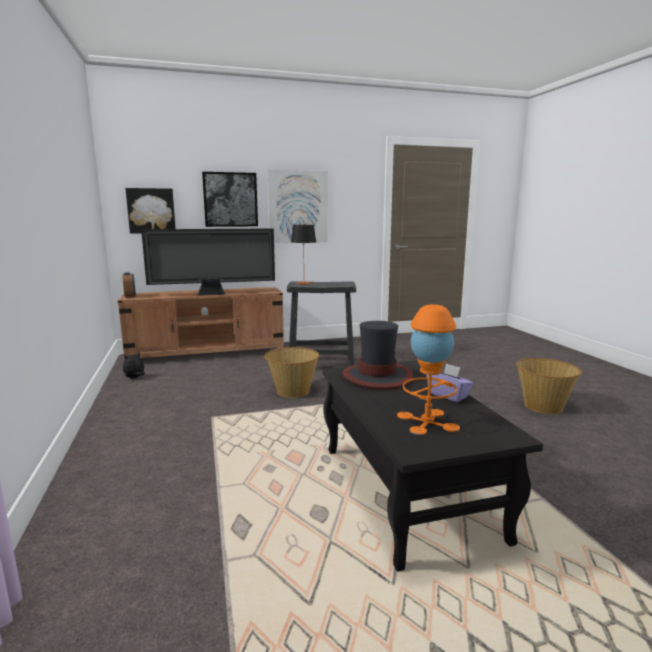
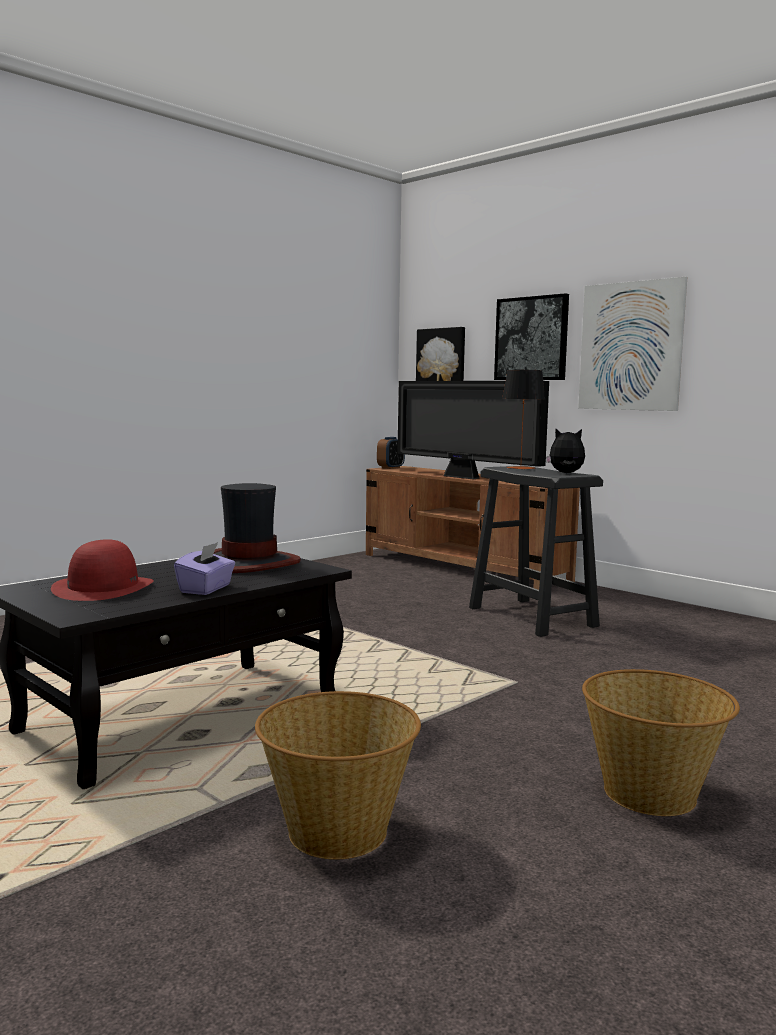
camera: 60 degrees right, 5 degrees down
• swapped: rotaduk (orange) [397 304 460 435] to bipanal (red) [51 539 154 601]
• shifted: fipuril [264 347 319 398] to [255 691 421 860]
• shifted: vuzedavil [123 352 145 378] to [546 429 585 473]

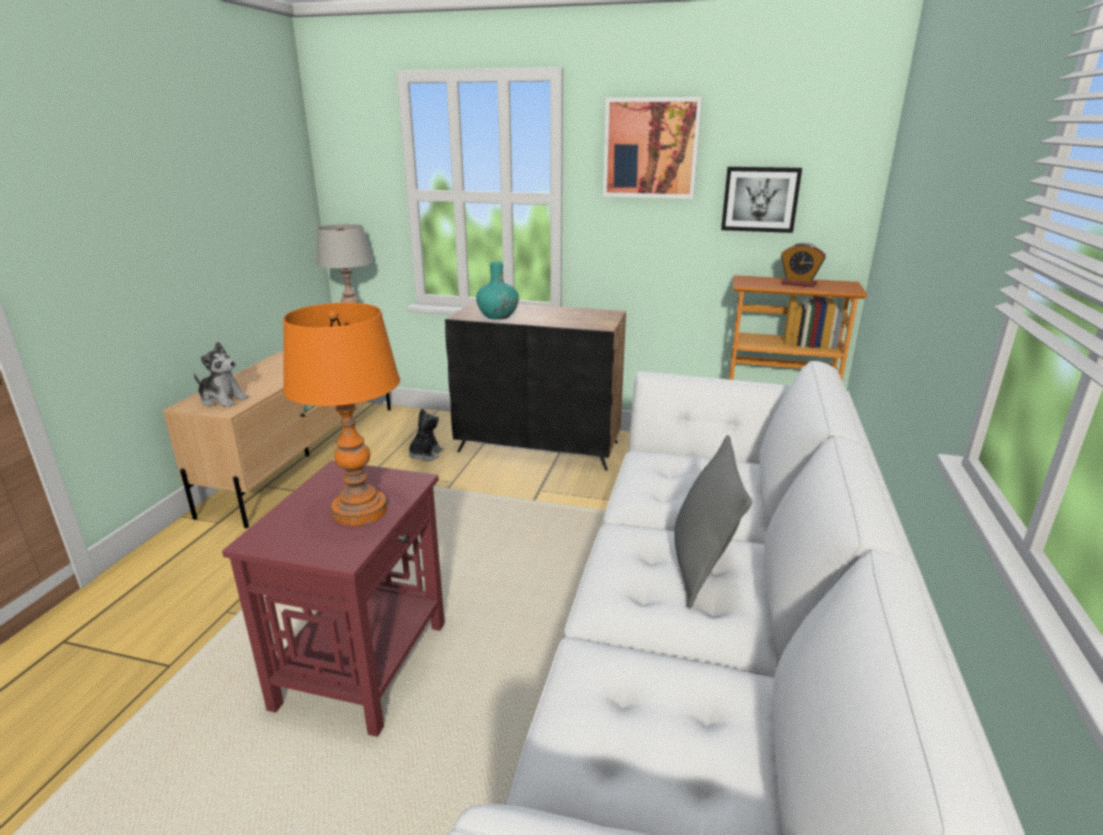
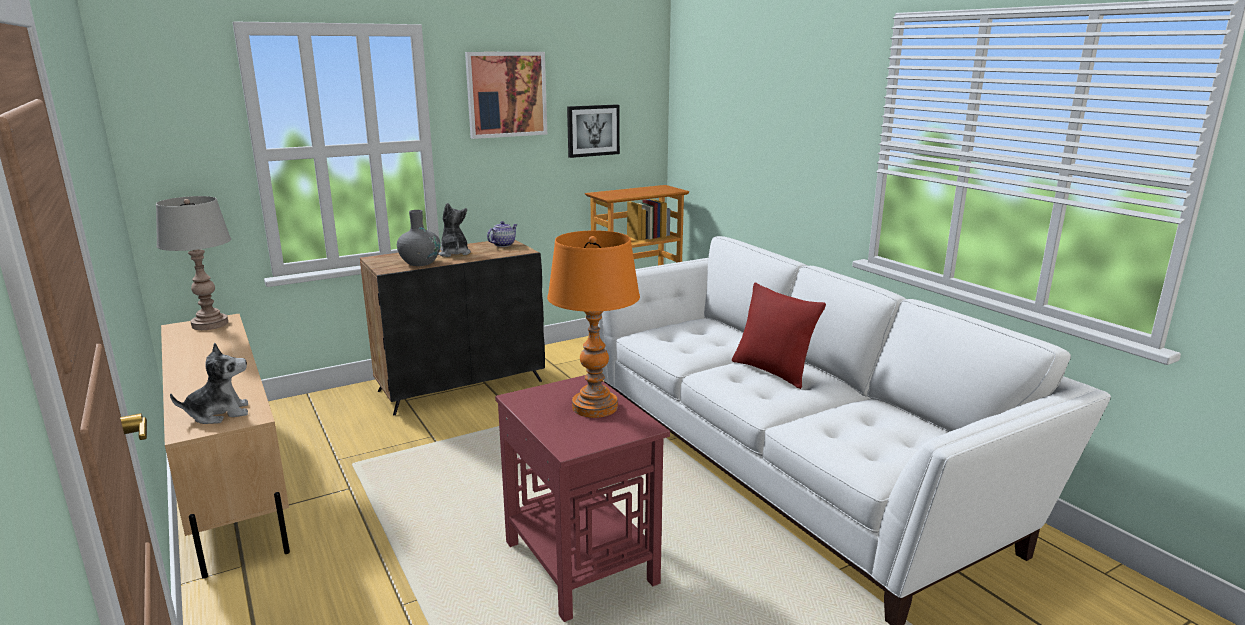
camera: 45 degrees left, 5 degrees down
• repainted: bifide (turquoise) [476 262 519 320] to bifide (grey) [397 210 441 266]
• shifted: vuzedavil [409 408 444 461] to [439 203 471 257]
• new: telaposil [487 221 518 247]
• repainted: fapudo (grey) [674 435 752 609] to fapudo (red) [732 283 826 389]
• gone: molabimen [781 243 826 287]

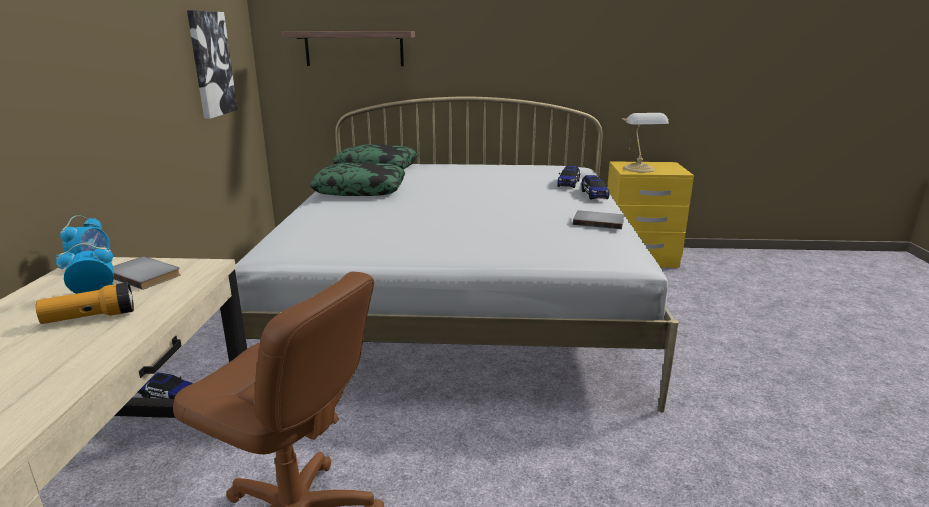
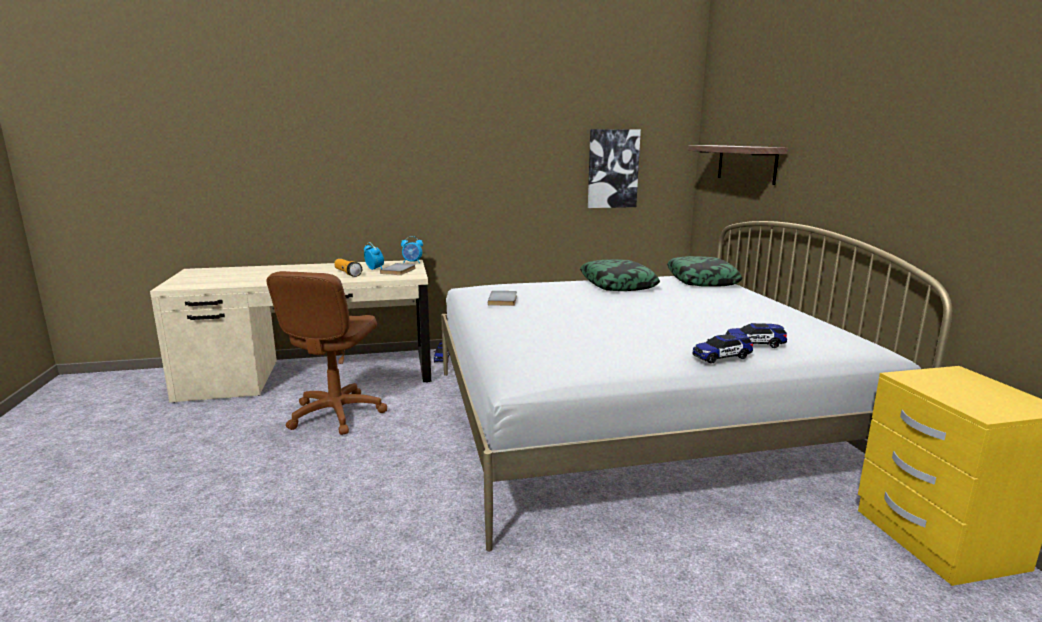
camera: 75 degrees right, 5 degrees down
• shifted: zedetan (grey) [573 211 624 229] to [488 291 517 306]
• gone: rotaduk [622 113 669 173]

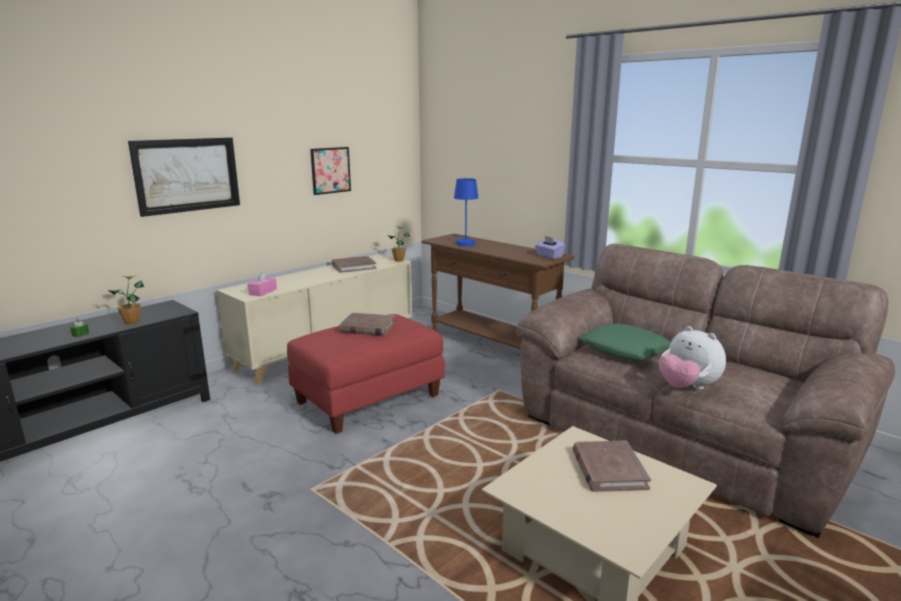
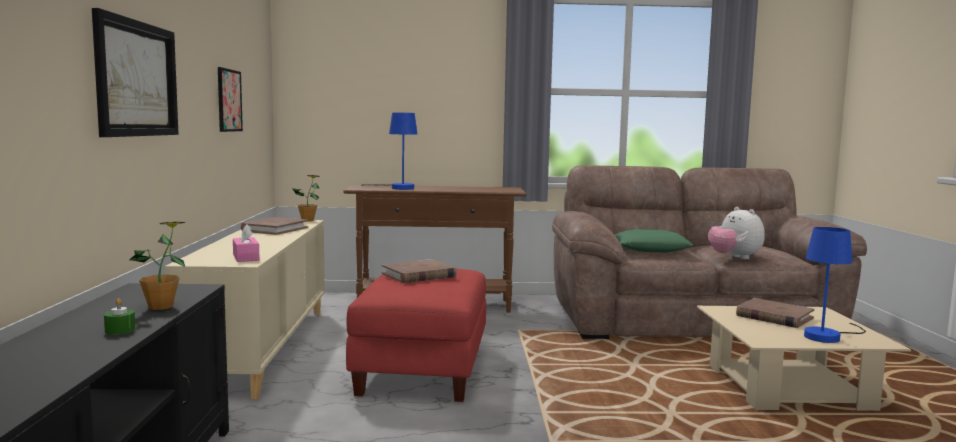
camera: 45 degrees left, 10 degrees down
• rotated: vuzedavil [659 326 726 390] = [708 207 765 259] 60 degrees clockwise
• new: rotaduk (blue) [804 227 866 343]
• gone: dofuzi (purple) [535 236 565 259]

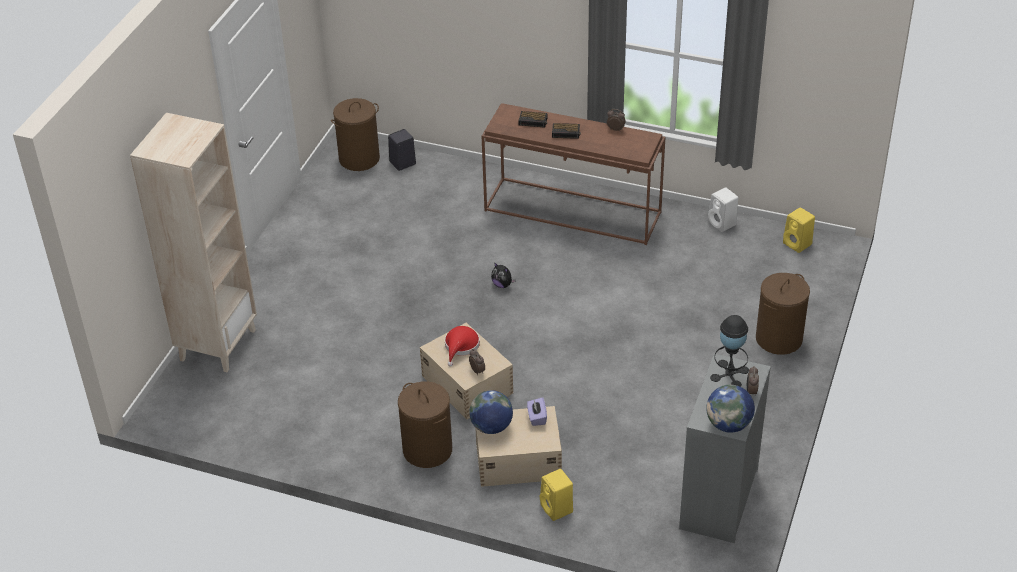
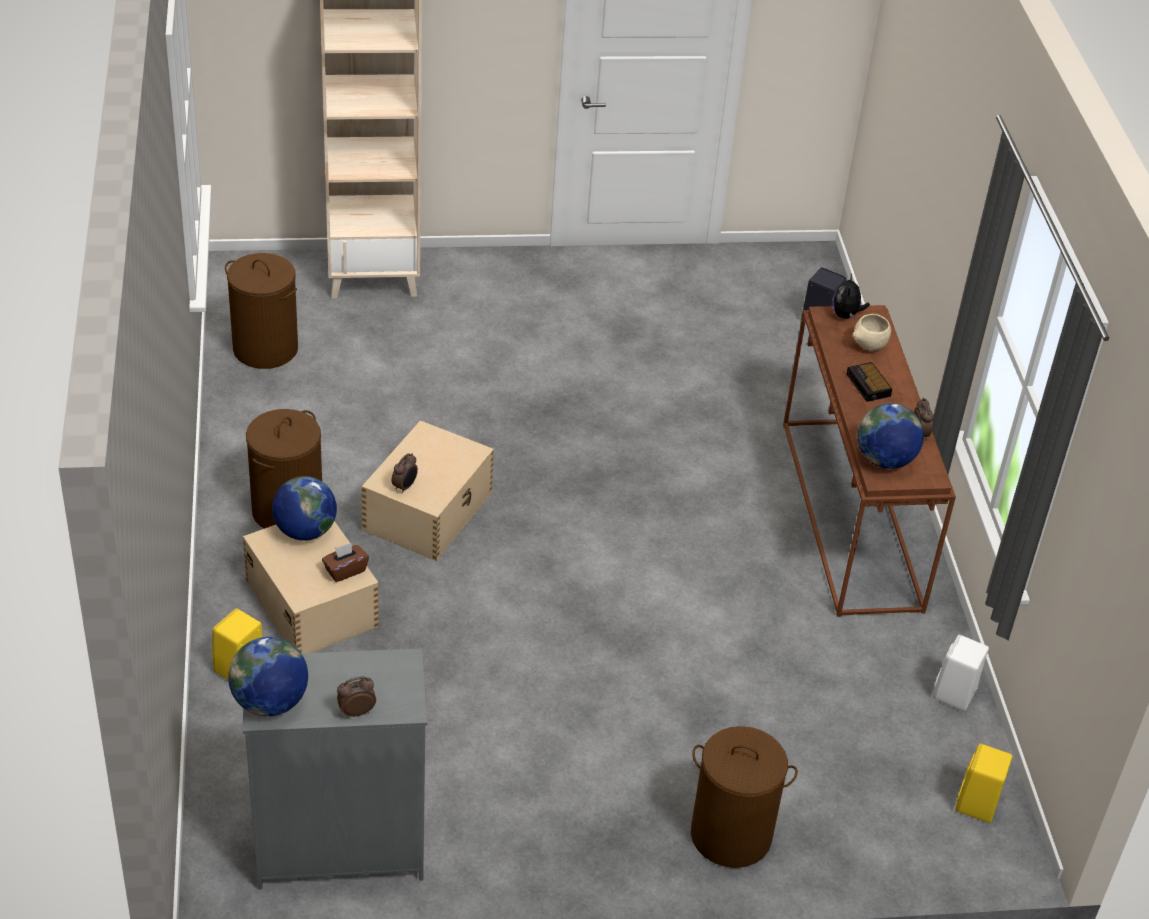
camera: 60 degrees right, 0 degrees up
• shifted: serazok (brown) [331 98 380 171] to [225 253 298 369]
• repainted: dofuzi (purple) [527 397 547 426] to dofuzi (brown) [322 543 369 582]
• shifted: vuzedavil [491 262 516 288] to [832 274 870 320]
• swapped: molabimen [519 111 547 128] to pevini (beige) [853 314 891 351]
• new: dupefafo [858 403 924 469]
• gone: bipanal (red) [445 326 480 367]
• gone: rotaduk (black) [710 315 749 387]

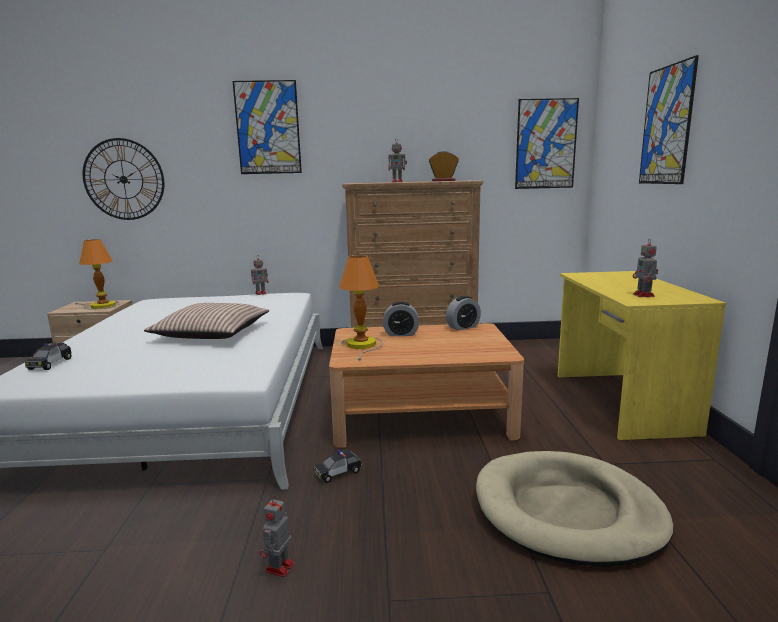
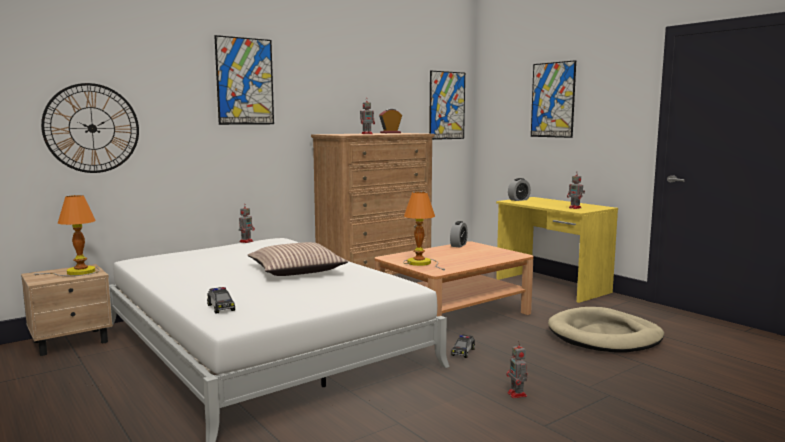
camera: 35 degrees left, 5 degrees down
• shifted: molabimen [383 302 419 336] to [508 178 531 201]

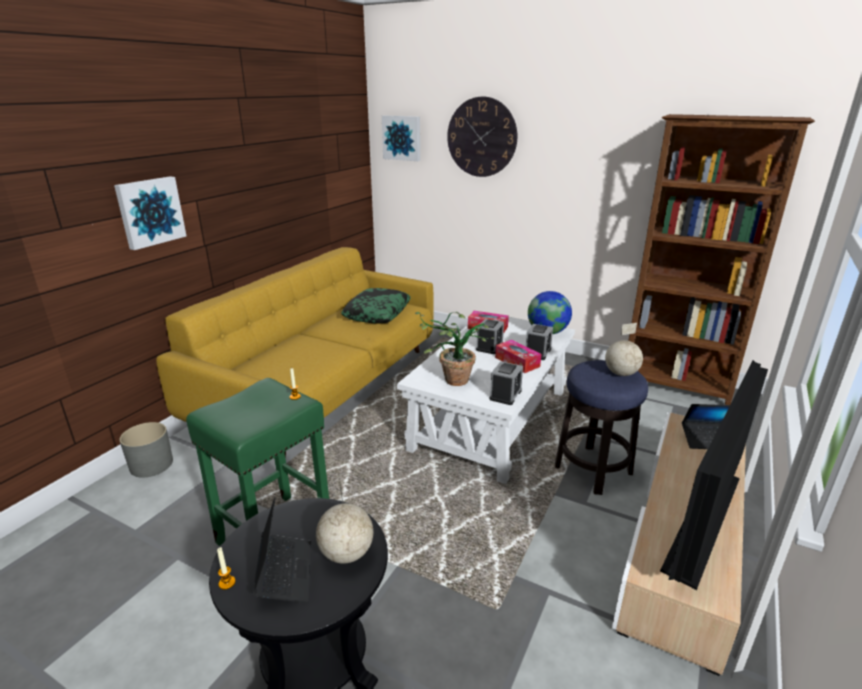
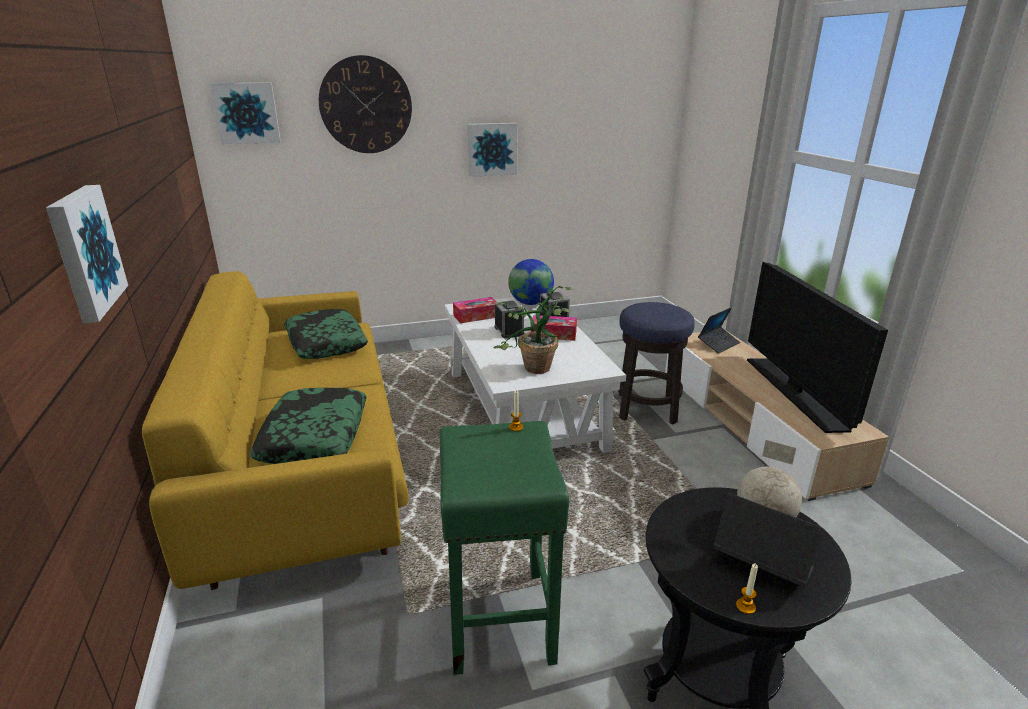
camera: 45 degrees left, 0 degrees up
• new: fapudo [250 388 367 464]
• new: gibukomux [468 123 517 177]
• gone: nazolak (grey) [119 422 173 478]
• gone: molabimen [490 361 523 405]
• gone: dupefafo [605 323 643 376]
• gone: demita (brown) [628 114 815 405]

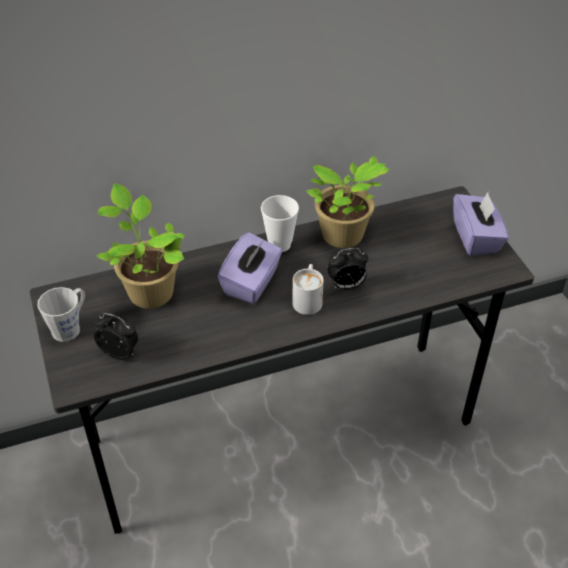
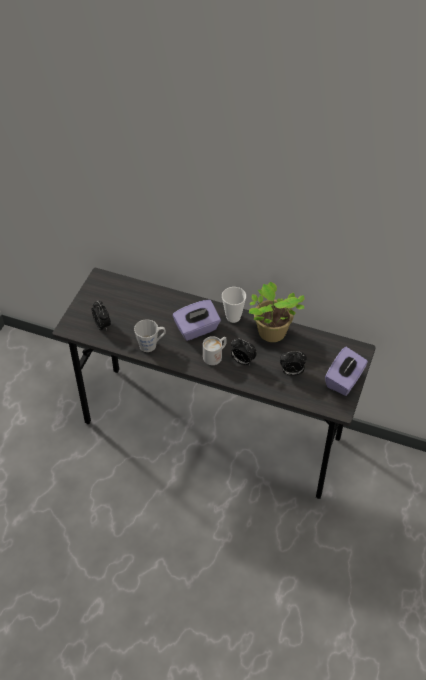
camera: 40 degrees right, 5 degrees up
• shifted: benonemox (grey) [37 287 85 342] to [134 319 166 352]
• new: molabimen [280 351 307 376]
• gone: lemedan [97 183 185 309]

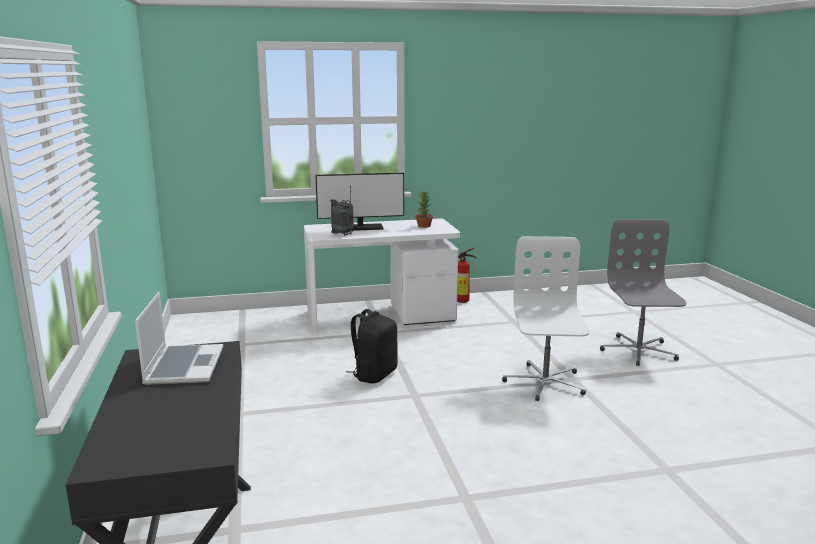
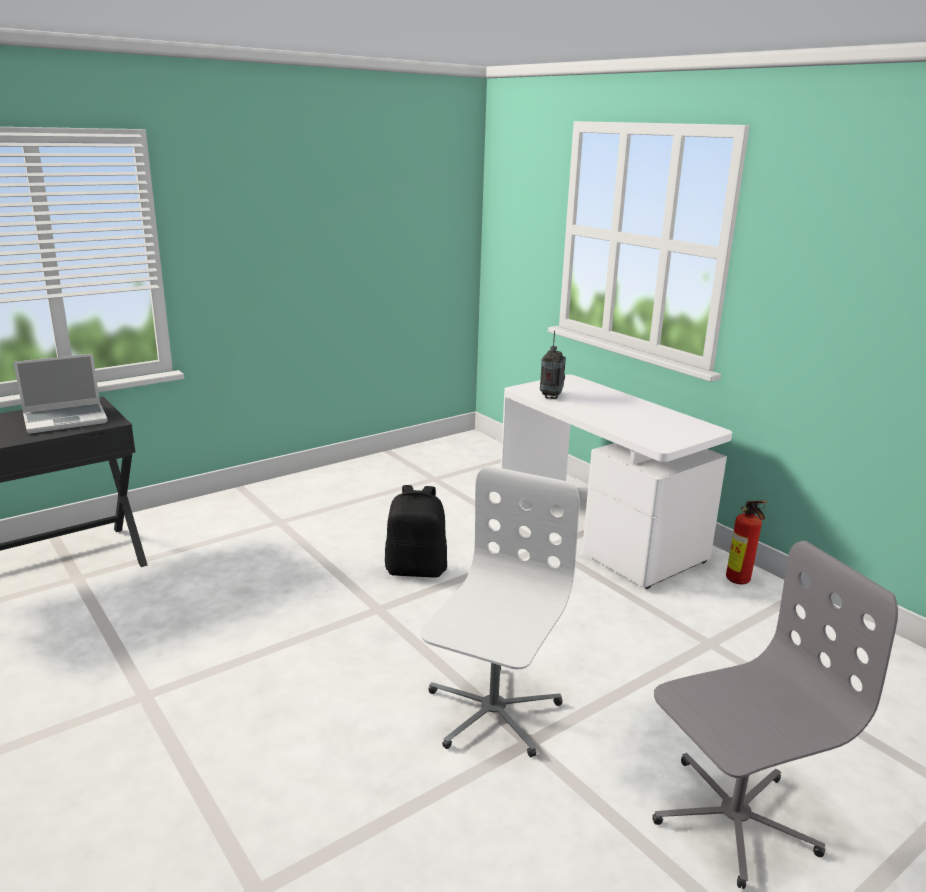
camera: 65 degrees right, 5 degrees up
• rotated: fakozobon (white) [502 236 589 401] = [421 466 580 757] 45 degrees counterclockwise
• gone: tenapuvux [315 173 404 231]
• gone: lemedan [416 191 433 228]

